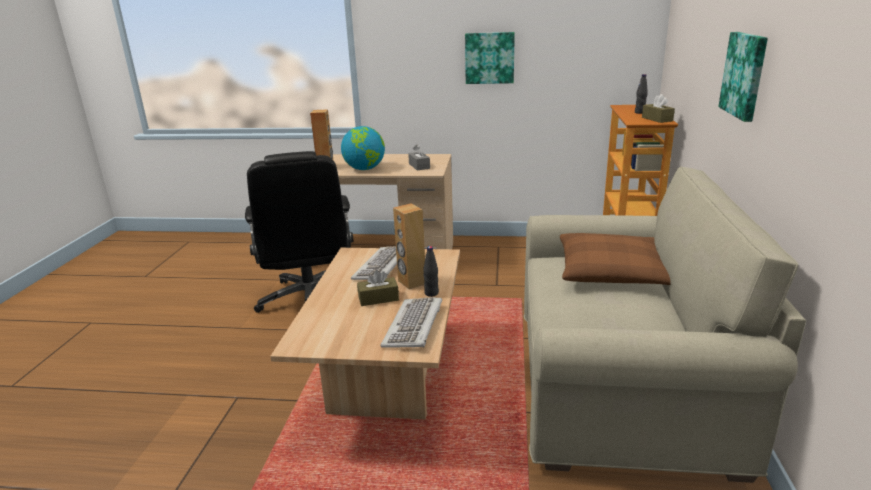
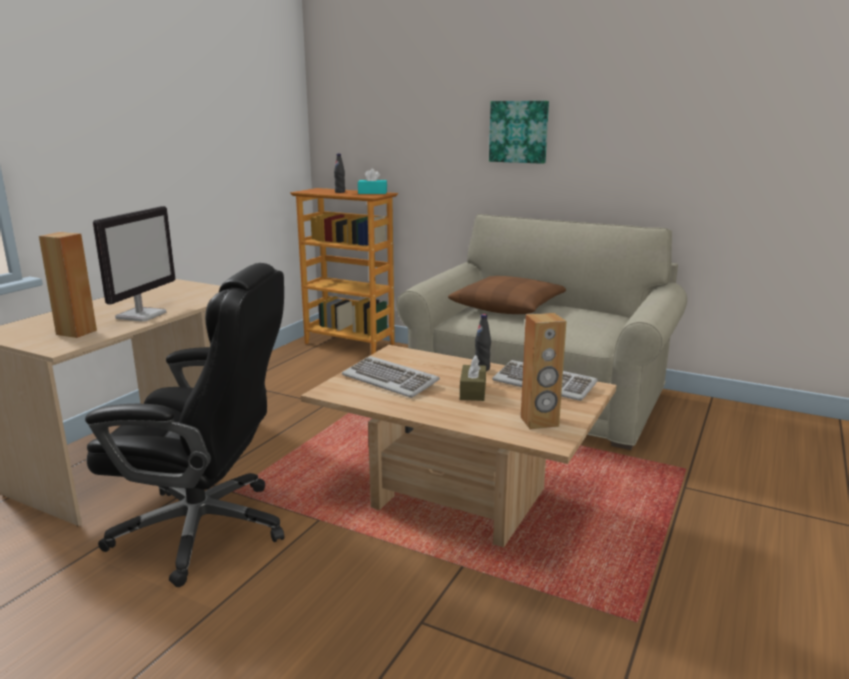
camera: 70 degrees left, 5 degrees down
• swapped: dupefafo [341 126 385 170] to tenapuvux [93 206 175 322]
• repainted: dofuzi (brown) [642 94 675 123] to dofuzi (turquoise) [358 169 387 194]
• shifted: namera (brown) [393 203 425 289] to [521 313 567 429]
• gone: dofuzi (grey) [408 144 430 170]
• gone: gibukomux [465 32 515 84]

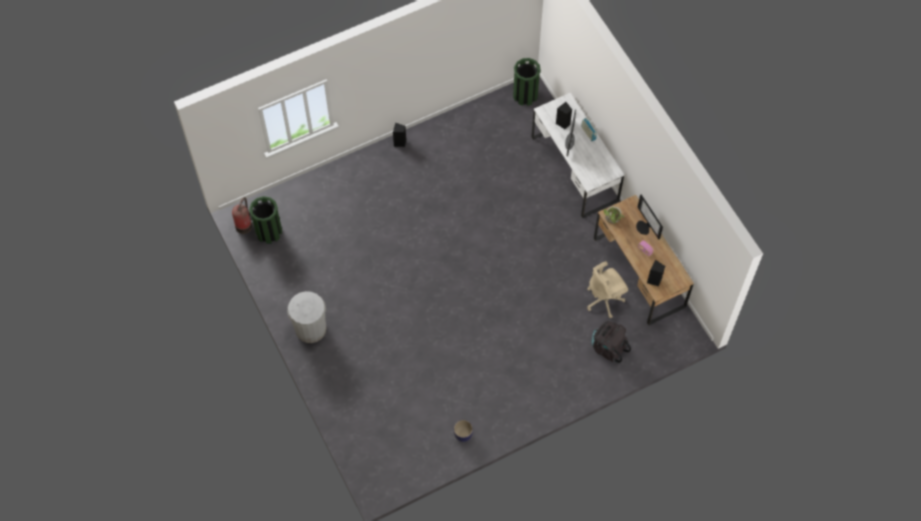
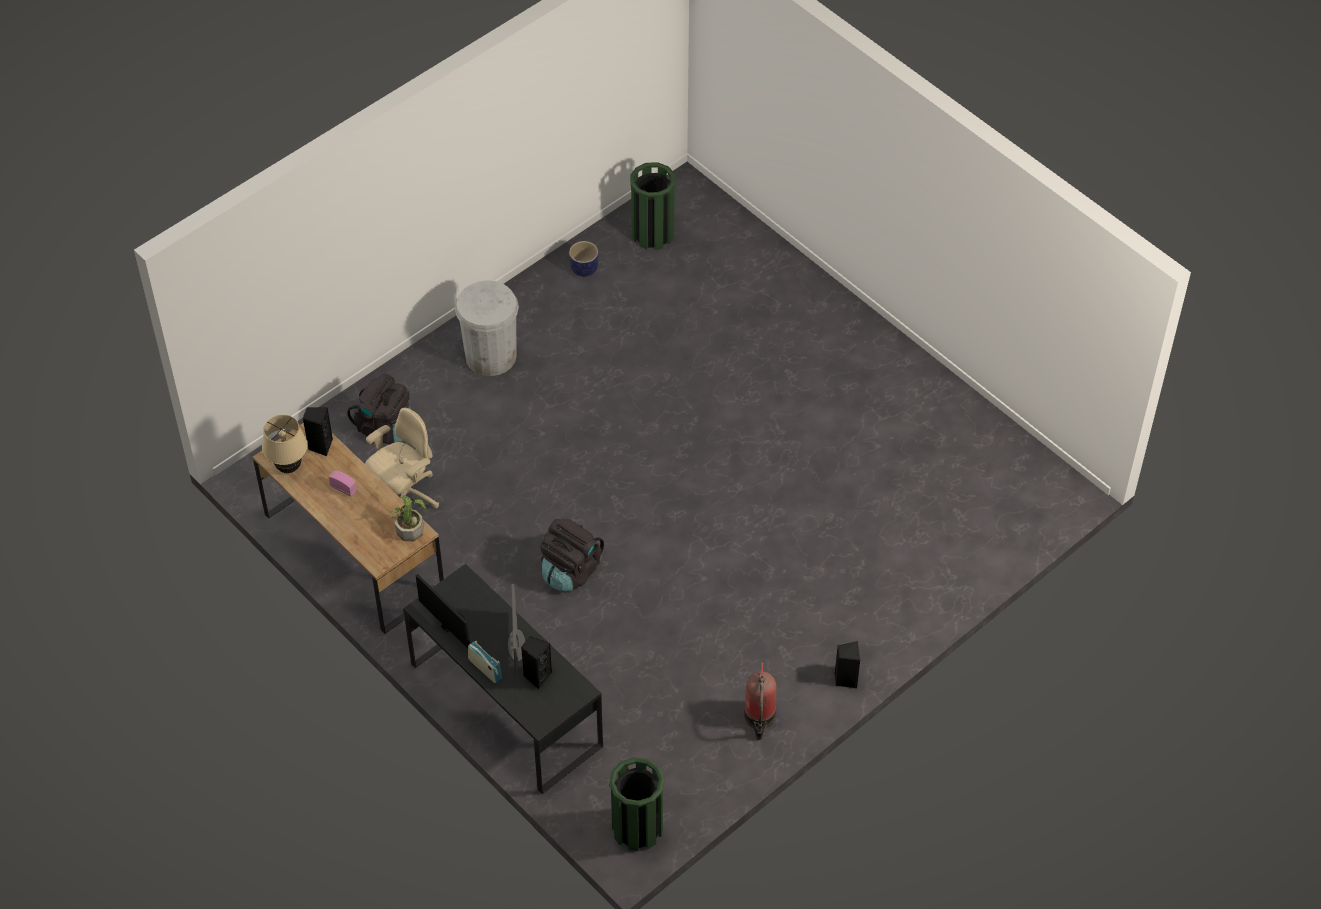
camera: 165 degrees right, 10 degrees down
• new: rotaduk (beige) [262 415 308 473]
• repainted: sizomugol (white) [531 93 624 218] to sizomugol (black) [403 564 603 794]
• shifted: tenapuvux [636 194 663 239] to [416 574 470 649]
• shifted: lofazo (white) [287 291 326 343] to [455 280 519 376]
• new: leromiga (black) [541 518 604 592]
• shifted: lofazo (green) [249 196 282 244] to [630 162 675 250]
• shifted: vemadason [232 197 252 234] to [744 663 776 740]

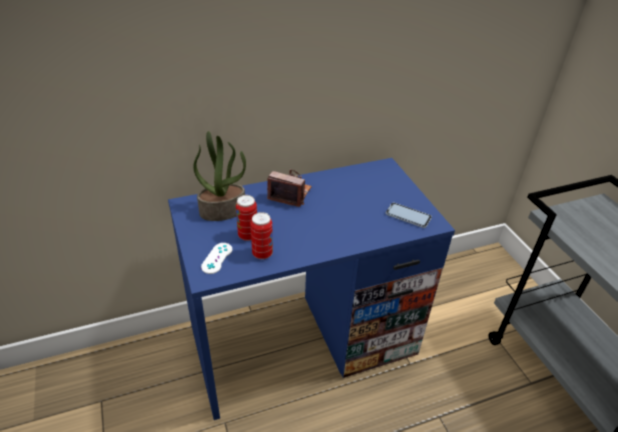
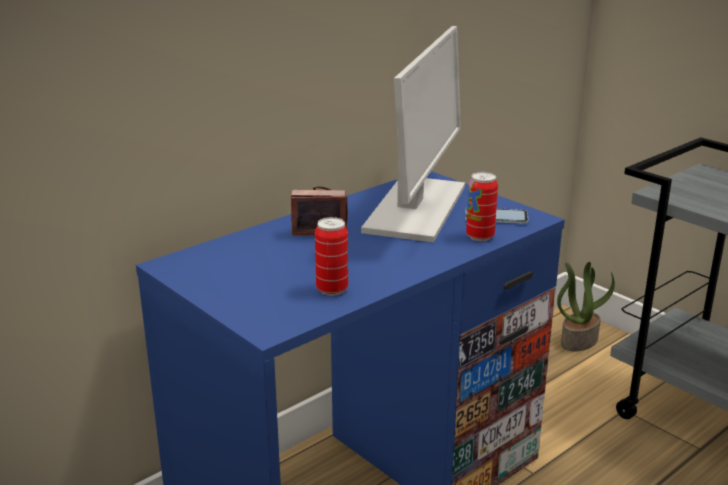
camera: 20 degrees left, 15 degrees down
• new: tenapuvux [361 26 465 243]
• shifted: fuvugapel [236 195 257 241] to [466 172 498 241]
• shifted: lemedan [193 131 246 221] to [557 262 615 351]
• gone: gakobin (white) [201 243 232 274]

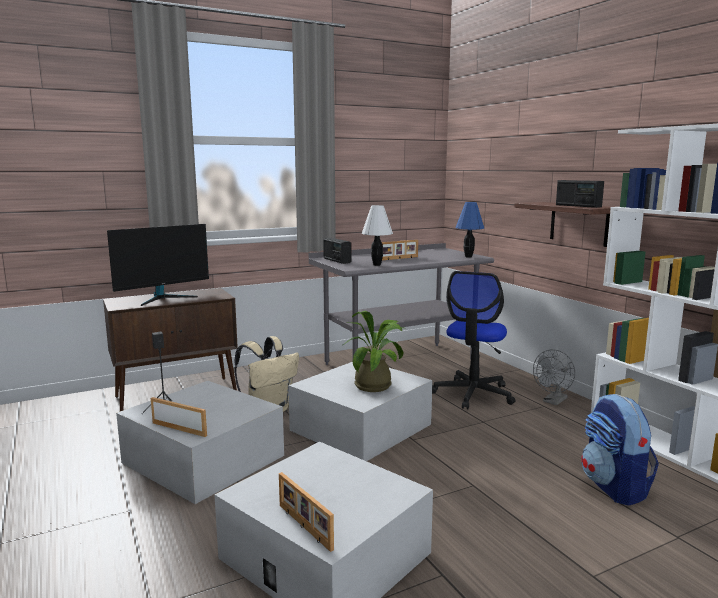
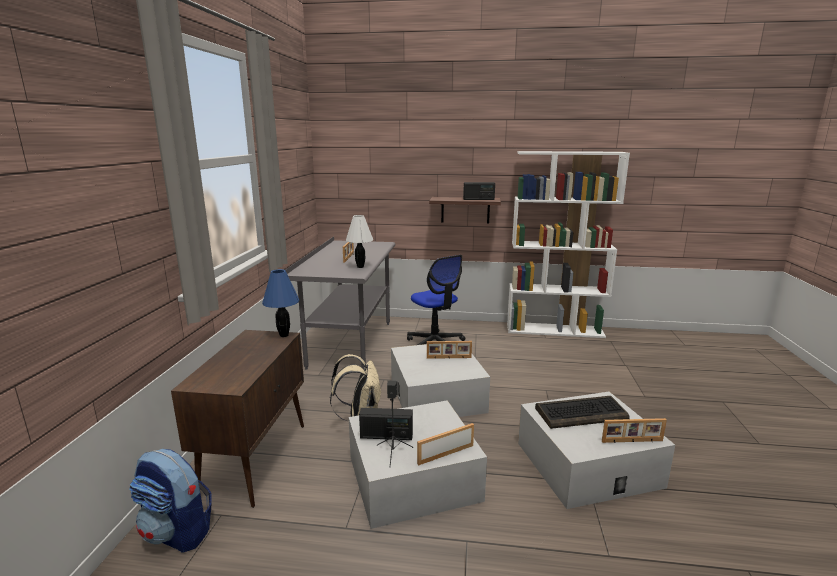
camera: 55 degrees left, 5 degrees up
• shifted: leromiga [581 394 659 506] to [129 449 212 553]
• shifted: rotaduk (blue) [455 202 484 258] to [262 269 299 337]
• shifted: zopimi [323 238 352 264] to [359 408 413 440]
• swapped: lemedan [343 311 403 392] to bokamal [427 341 472 359]
• new: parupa [535 396 630 429]
• gone: tenapuvux [107 224 209 306]
• gone: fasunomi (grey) [533 349 575 405]

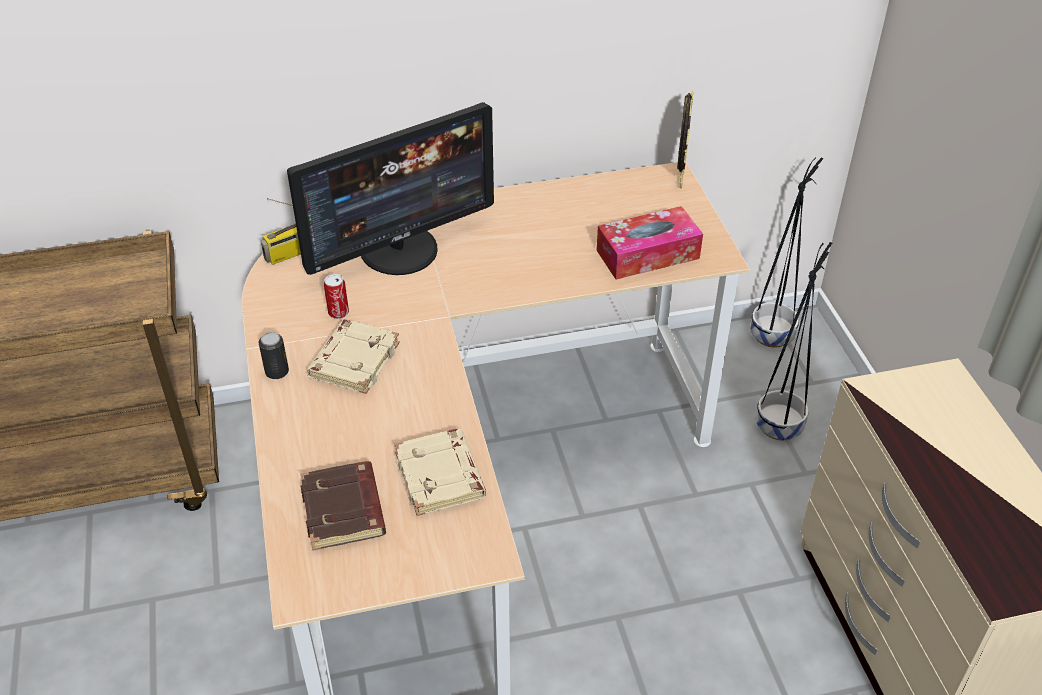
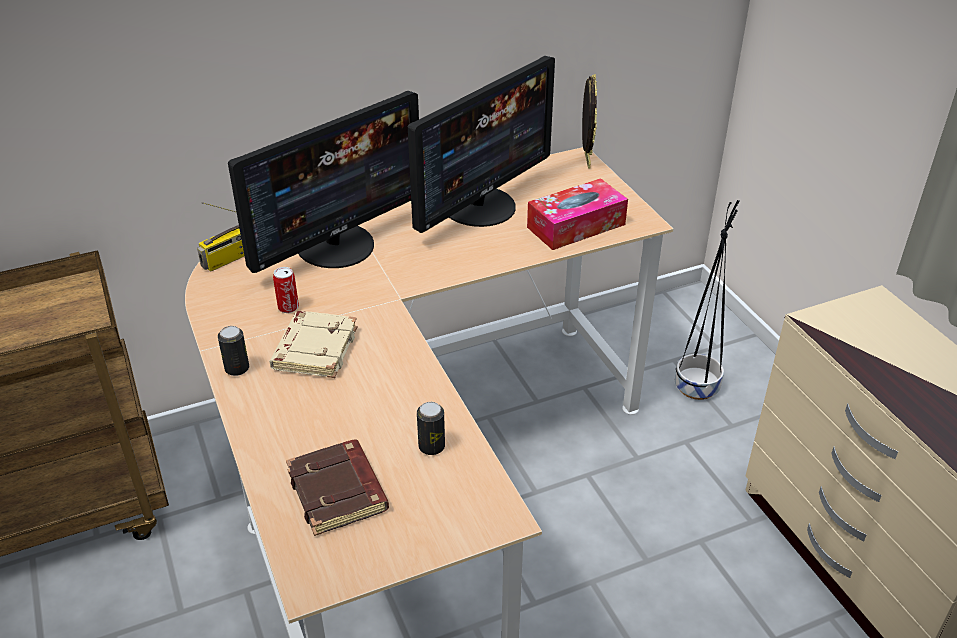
camera: 10 degrees left, 5 degrees down
• new: tenapuvux [408 56 555 233]
• swapped: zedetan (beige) [395 429 486 516] to fuvugapel [417 402 445 455]
• gone: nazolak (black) [750 157 823 347]

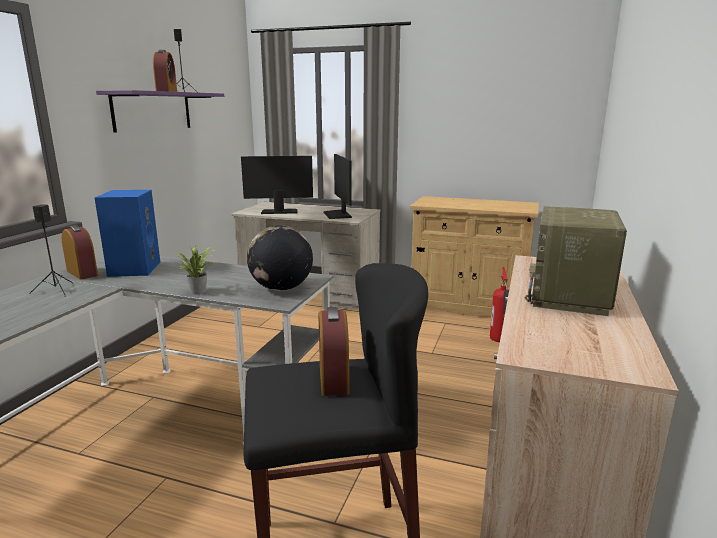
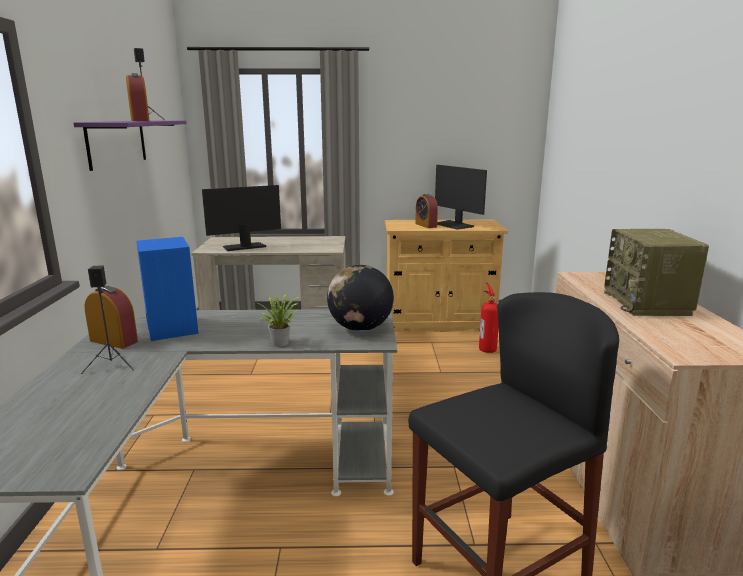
camera: 20 degrees left, 0 degrees up
• shifted: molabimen [319 307 349 396] to [415 194 438 228]
• shifted: tenapuvux [323 154 352 219] to [435 165 487 230]

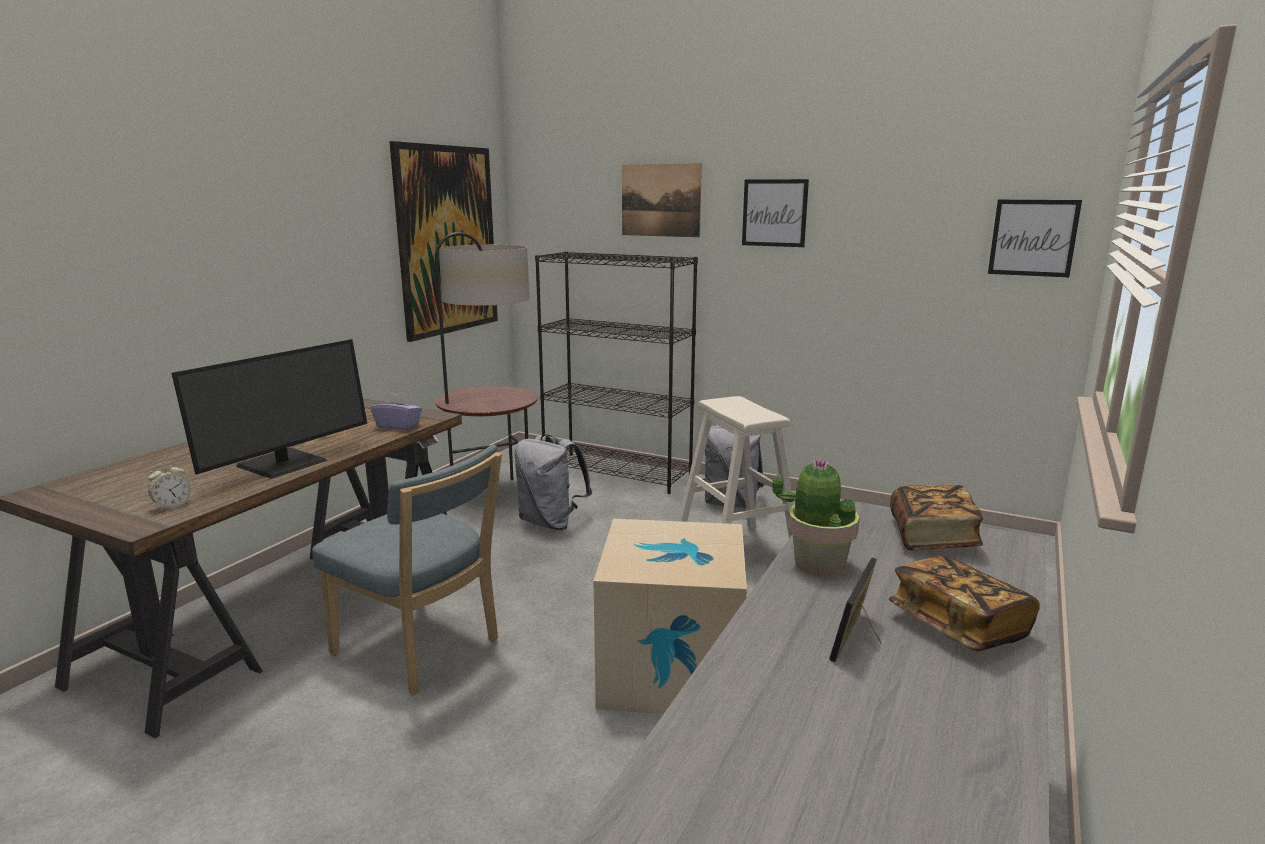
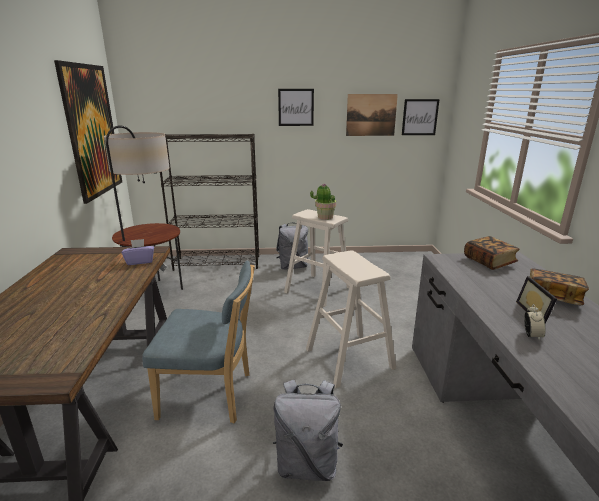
camera: 30 degrees left, 5 degrees up
• shifted: leromiga (grey) [514 434 592 530] to [273 380 343 481]
• swapped: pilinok [594 519 747 714] to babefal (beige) [306 250 396 388]
• shifted: lemedan [772 457 860 577] to [310 183 336 220]
• shifted: gibukomux [622 163 702 237] to [346 94 398 136]
• shifted: molabimen [148 462 191 511] to [524 304 545 341]
• gone: tenapuvux [172 339 367 479]

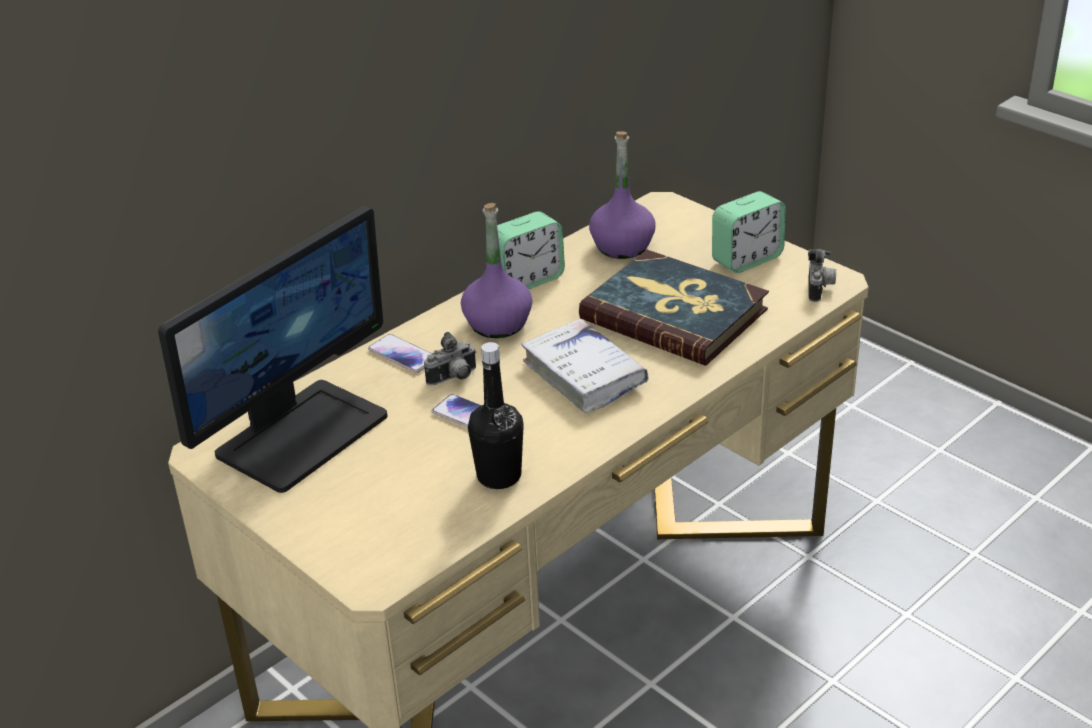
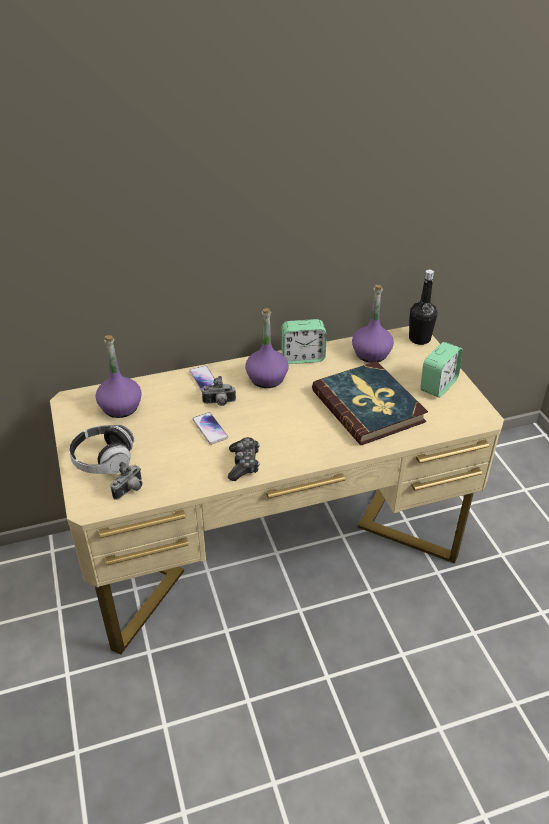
camera: 25 degrees right, 5 degrees up
• new: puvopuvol [69 425 134 474]
• swapped: tenapuvux [158 206 387 493] to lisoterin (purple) [95 335 142 418]
• shifted: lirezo [808 249 836 302] to [110 462 142 500]
• new: gakobin [228 437 260 481]
• shifted: lisoterin (black) [468 342 524 489] to [409 270 438 345]
• rotated: molabimen [712 191 786 273] = [420 342 463 398] 45 degrees counterclockwise
• gone: zedetan (white) [521 319 648 413]

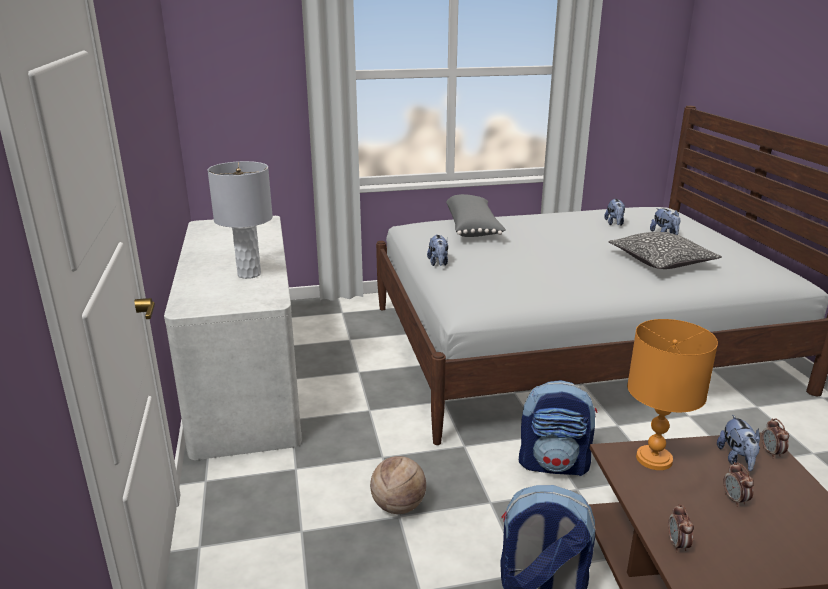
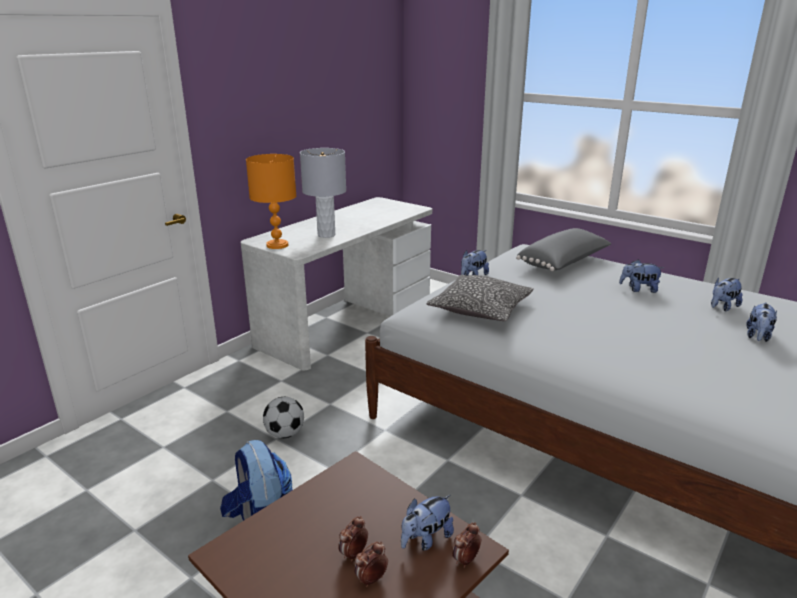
camera: 50 degrees right, 0 degrees up
• shifted: rotaduk (orange) [627 319 718 470] to [246 154 296 249]
• swapped: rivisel [370 456 426 514] to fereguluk [263 397 304 438]
• shifted: molabimen [668 504 694 552] to [354 542 388 587]
• shifted: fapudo [609 232 722 269] to [427 275 534 321]
• new: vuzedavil [619 259 664 293]
• gone: leromiga [519 380 598 476]

